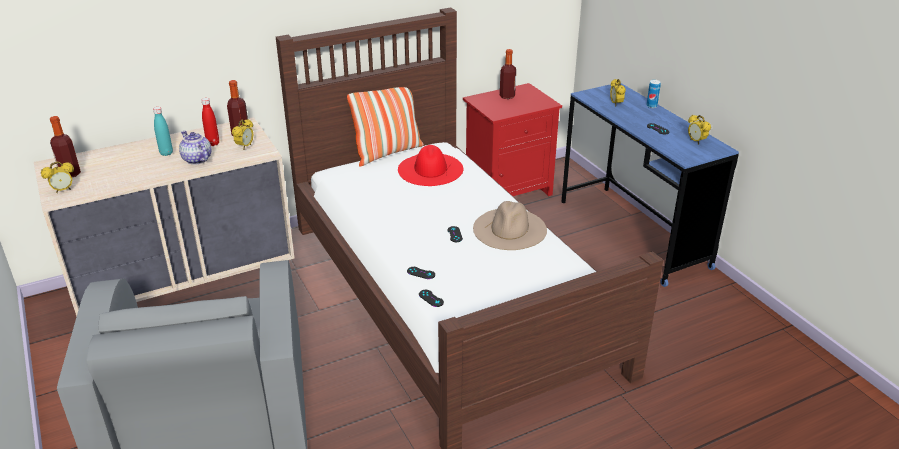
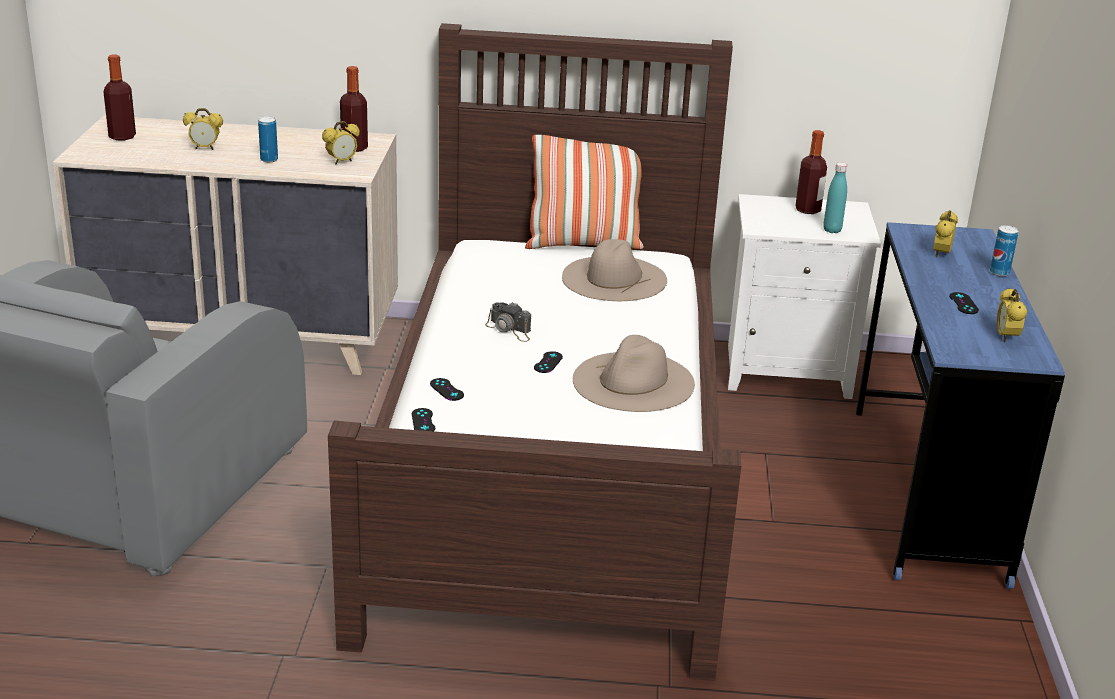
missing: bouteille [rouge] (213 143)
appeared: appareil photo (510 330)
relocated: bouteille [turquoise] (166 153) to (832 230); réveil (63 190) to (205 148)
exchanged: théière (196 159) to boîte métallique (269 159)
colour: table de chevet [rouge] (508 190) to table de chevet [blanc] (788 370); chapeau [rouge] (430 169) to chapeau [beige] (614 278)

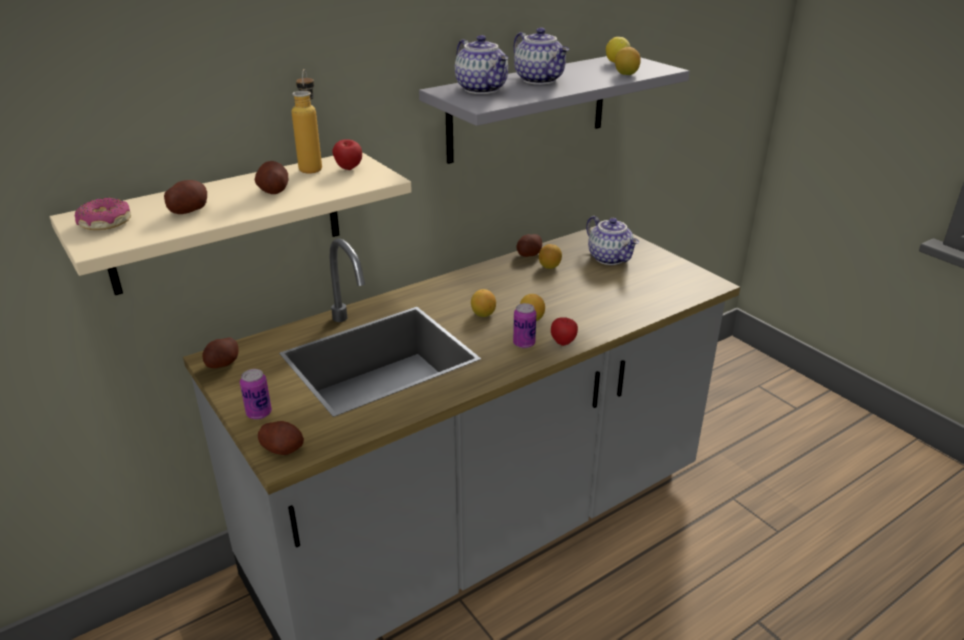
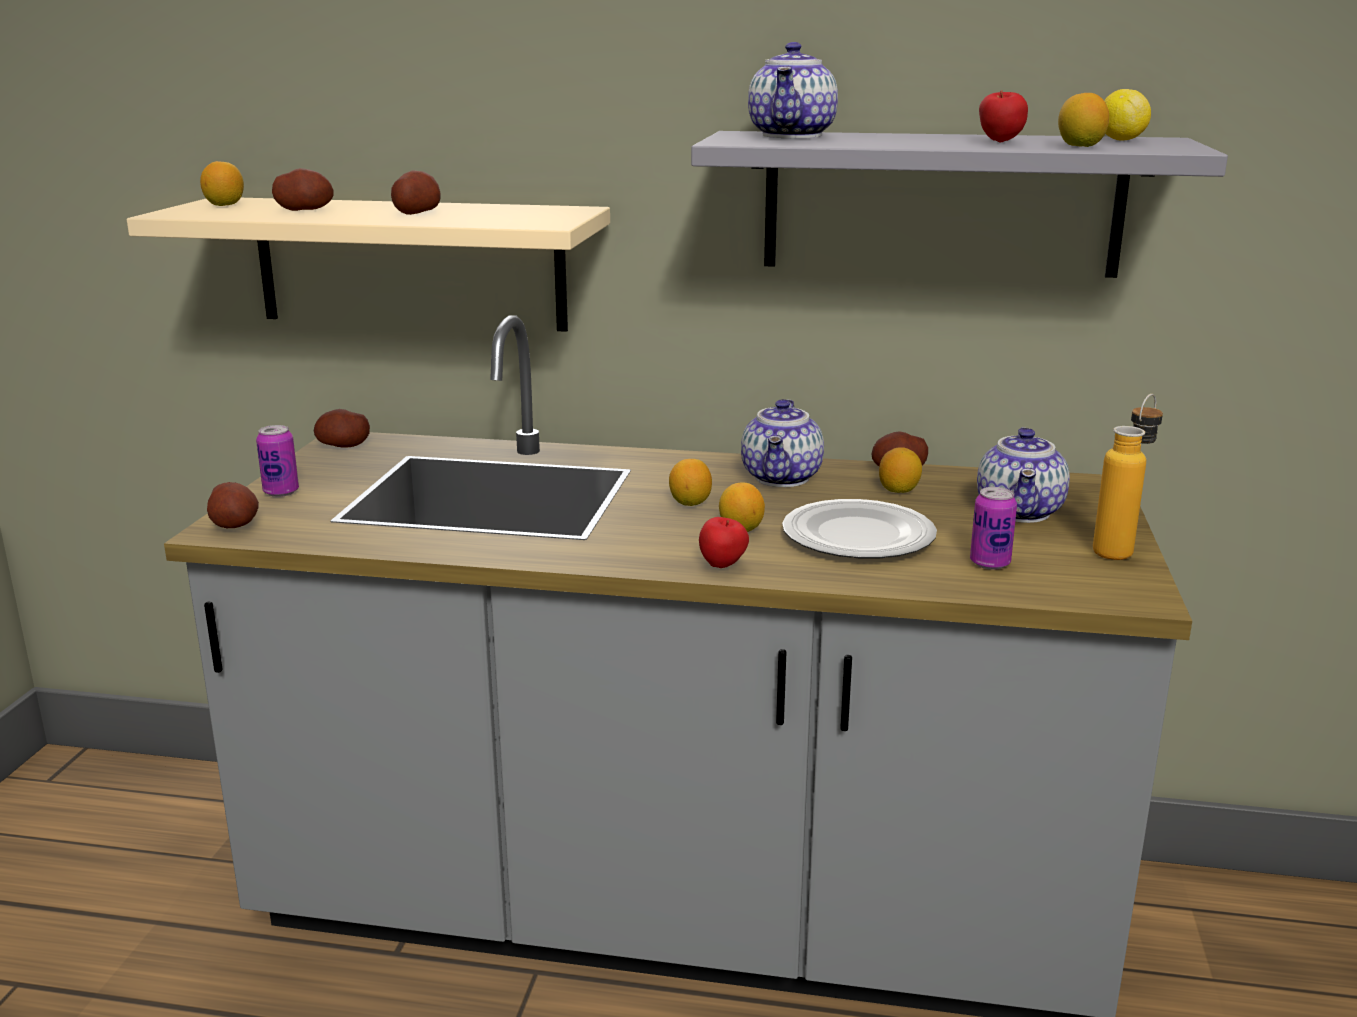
appeared: assiette (856 536)
relocated: théière (540 80) to (783 478); bouteille (312 166) to (1120 549); pomme (349 169) to (1000 142); boîte métallique (524 343) to (990 563)
exchanged: beignet (105 223) to citron (224 205)

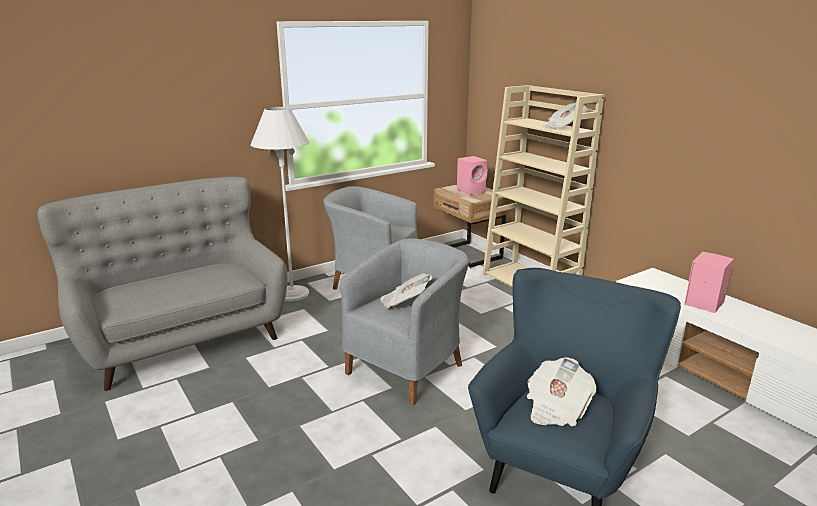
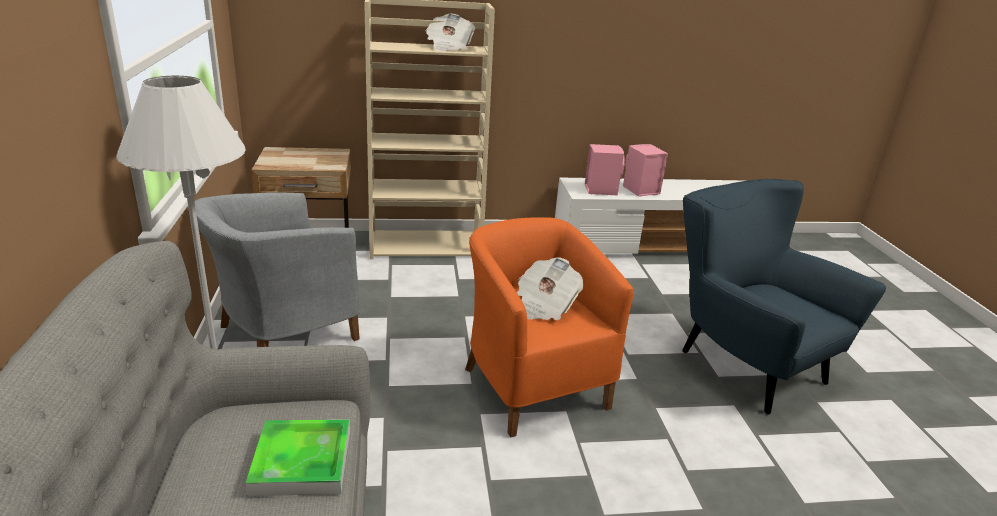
missing: journal (556 408)
appeared: plateau (302 462)
relocated: enceinte [rose] (472 191) to (601 189)
colour: fauteuil [gris] (408 367) to fauteuil [orange] (532 384)

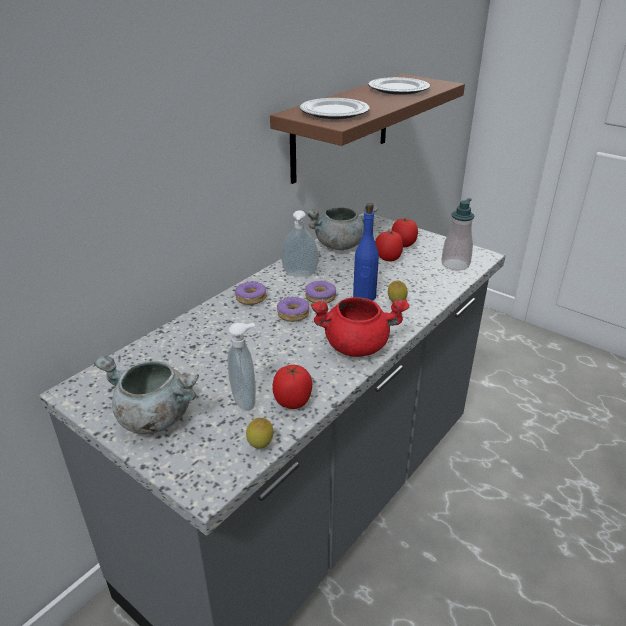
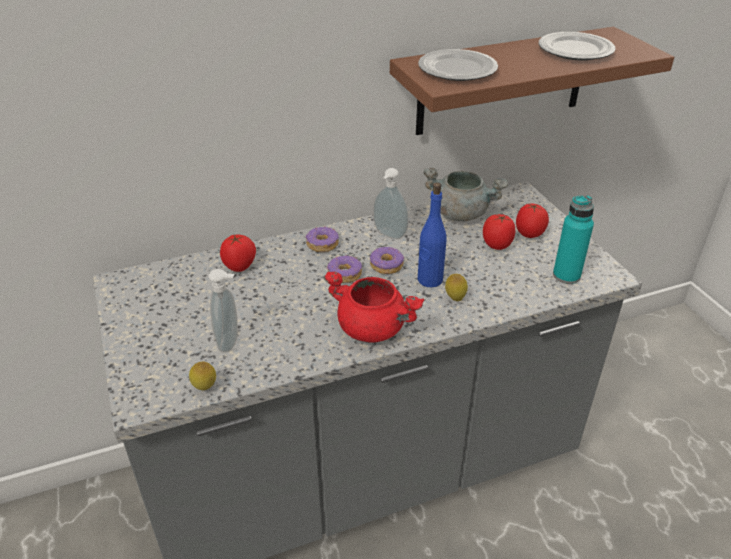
missing: marmite [gris] (153 417)
relocated: tomate (293 401) to (240 266)
exchanged: distributeur de savon (455 264) to bouteille [turquoise] (566 276)

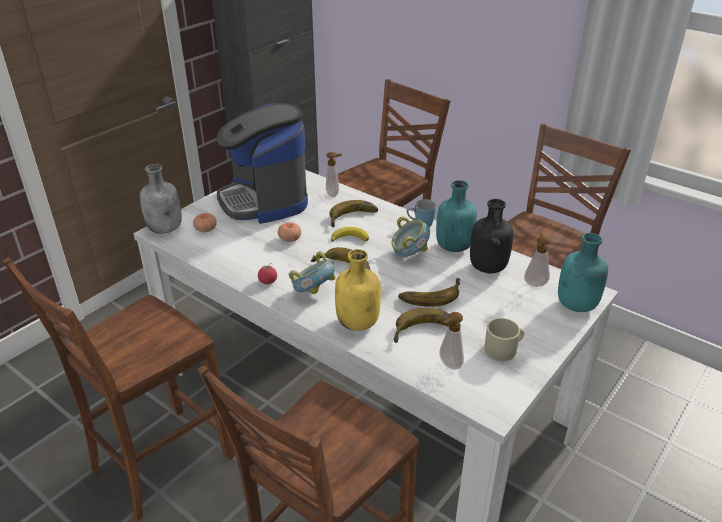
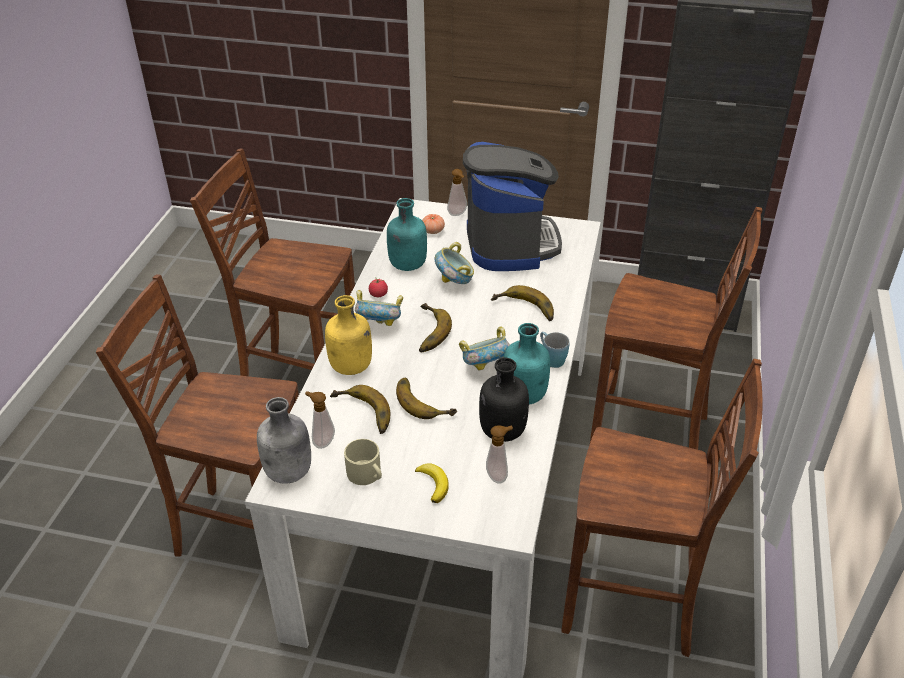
relocated: distributeur de savon (334 194) to (458 214); bouteille [gris] (166 229) to (289 472); banane (349 237) to (433 484); bouteille [turquoise] (577 305) to (407 265)
exchanged: tomate (290 239) to bol (454 282)
spun: machine à café (264 200) = (510 243) 135 degrees clockwise

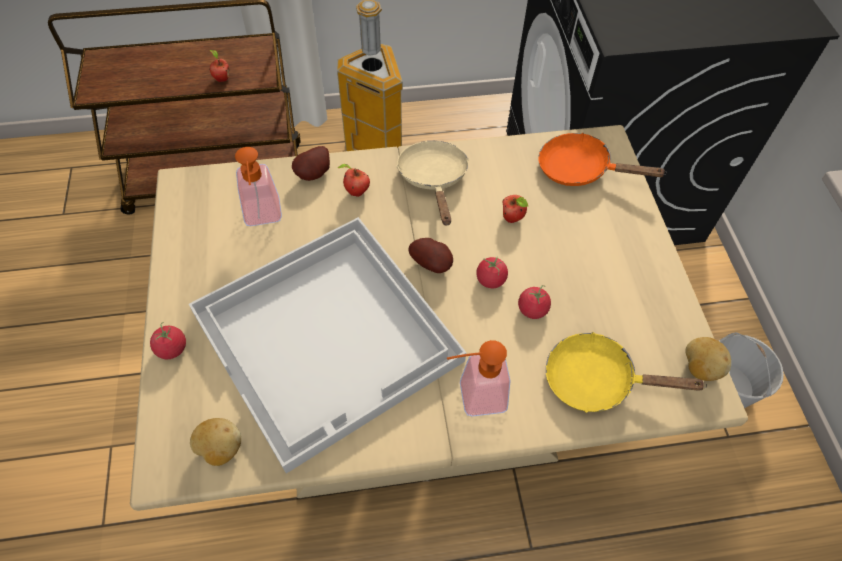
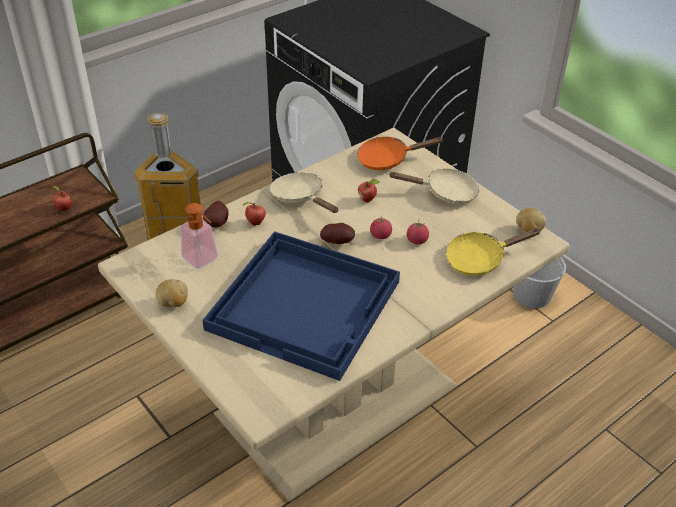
missing: tomate (172 348); distributeur de savon (473 397)
appeared: poêle [beige] (445 193)
relocated: pomme de terre (220 448) to (173 303)
colour: plateau [blanc] (329 337) to plateau [bleu] (306 304)

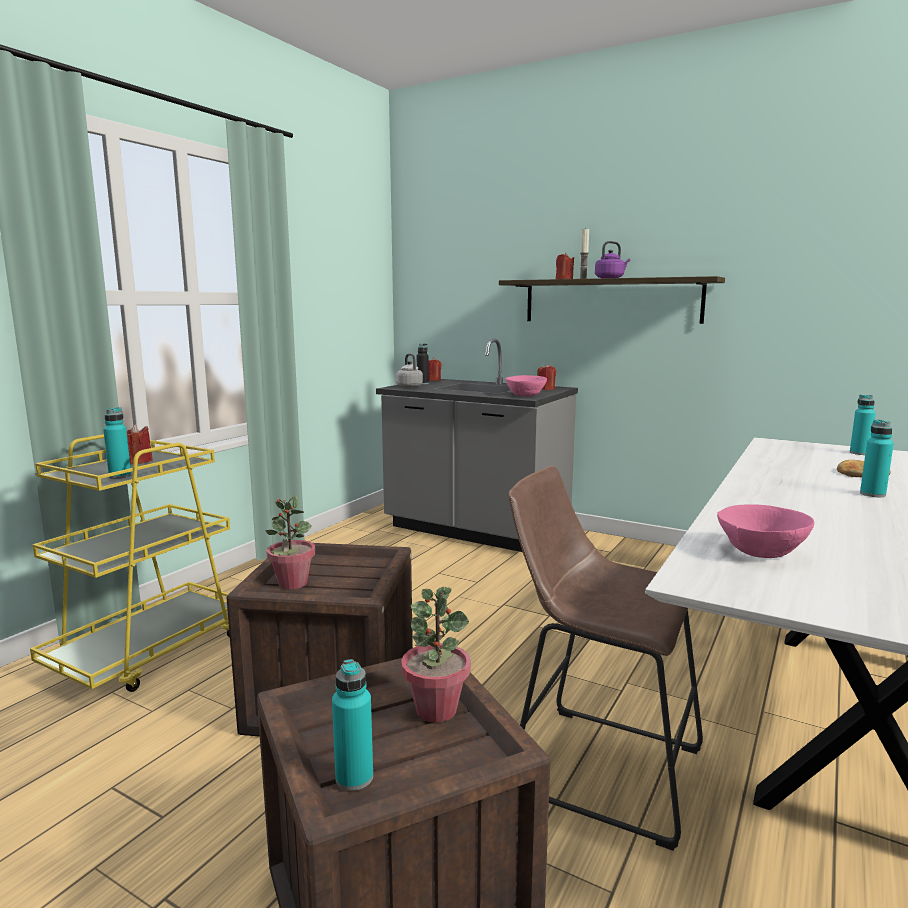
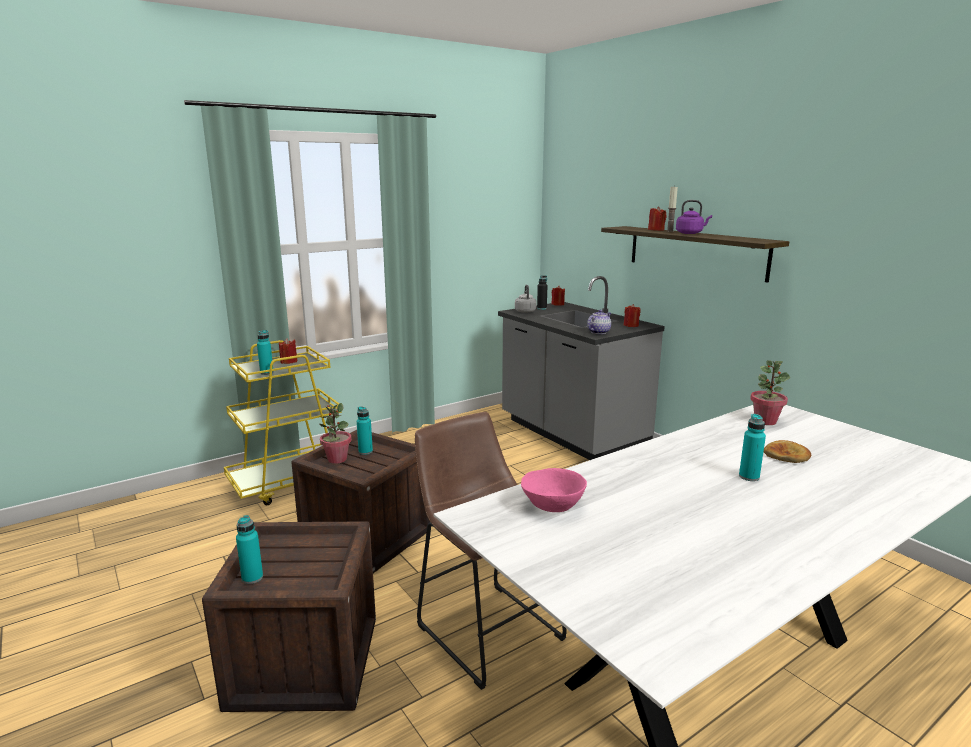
relocated: bouteille [turquoise] (859 453) to (365 451); plante en pot (436 709) to (765 421)
exchanged: bol [rose] (525 395) to théière (598 332)

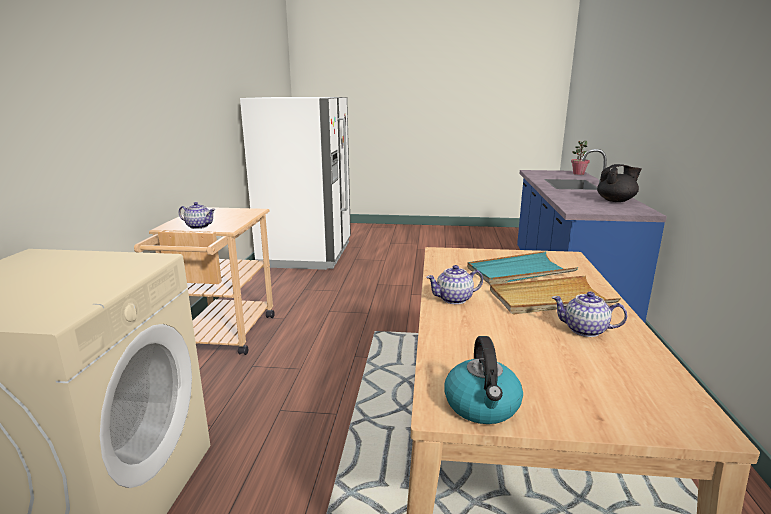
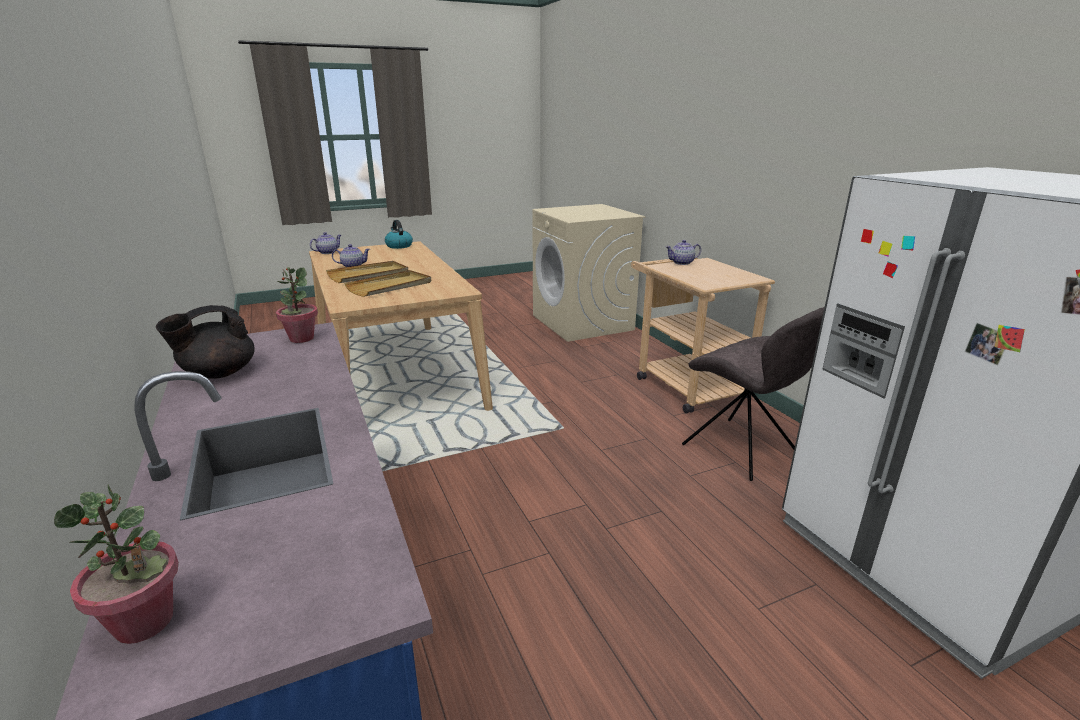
appeared: plante en pot (301 338); chaise [gris] (743 450)
relocated: théière (454 299) to (327 252)
colour: plateau [turquoise] (519 272) to plateau [beige] (390 286)

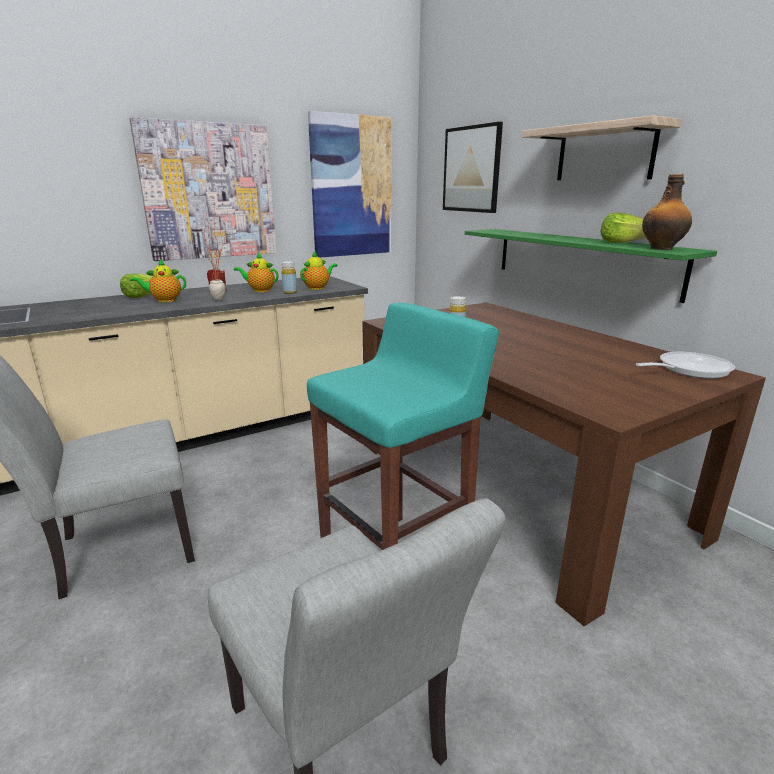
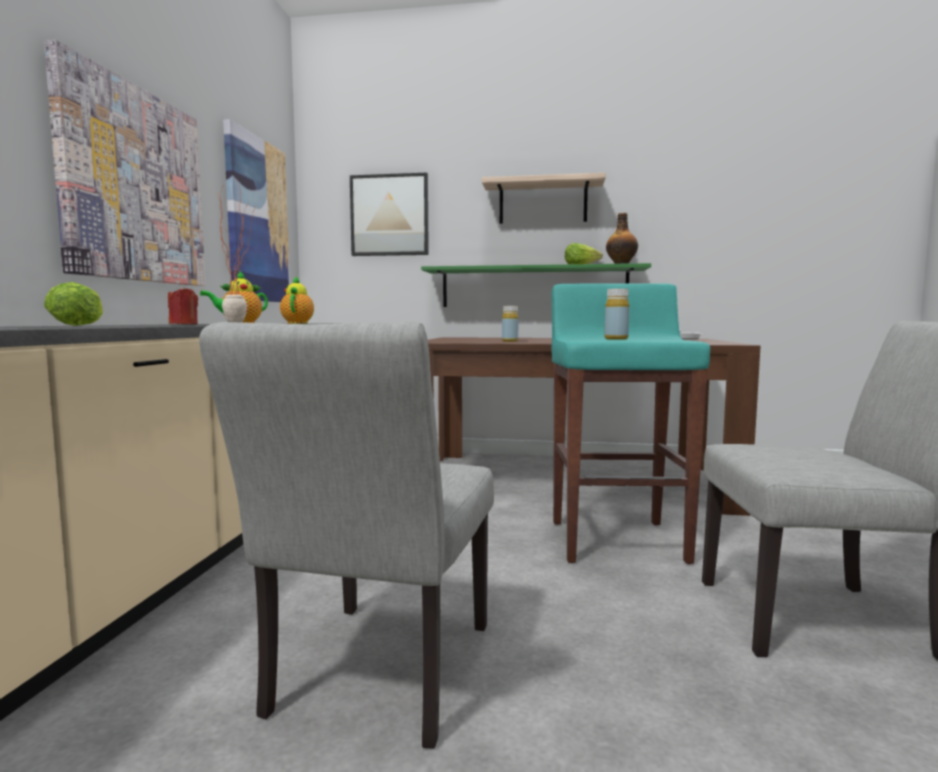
missing: théière (164 300)
relocated: bouteille [jaune] (290 292) to (616 339)

